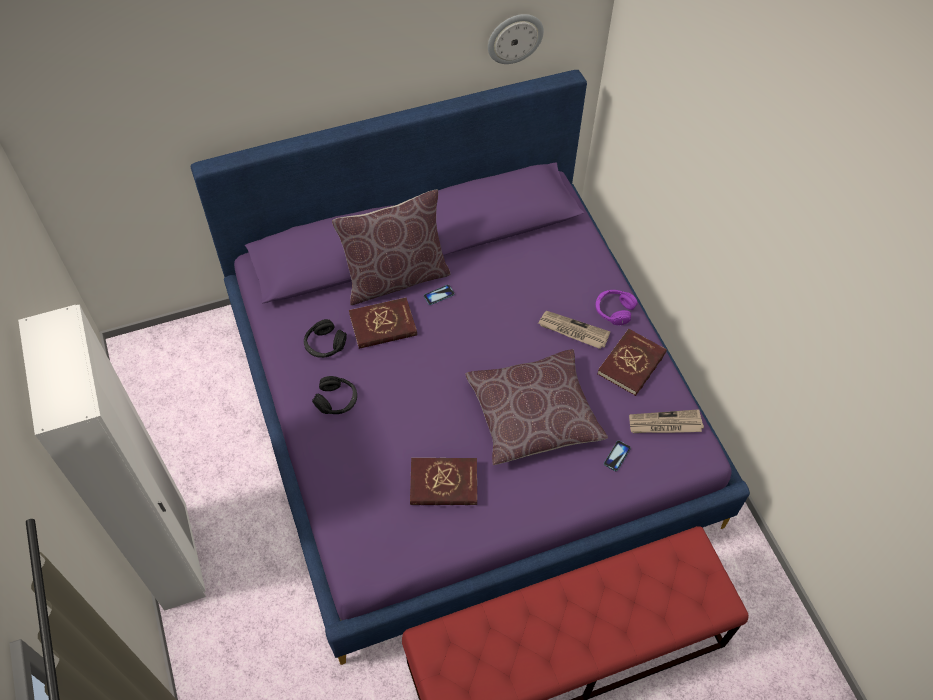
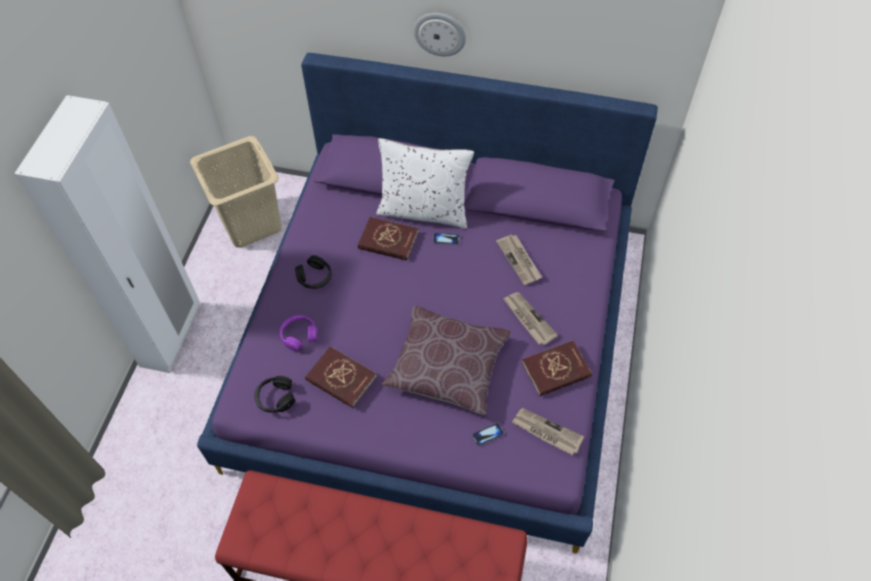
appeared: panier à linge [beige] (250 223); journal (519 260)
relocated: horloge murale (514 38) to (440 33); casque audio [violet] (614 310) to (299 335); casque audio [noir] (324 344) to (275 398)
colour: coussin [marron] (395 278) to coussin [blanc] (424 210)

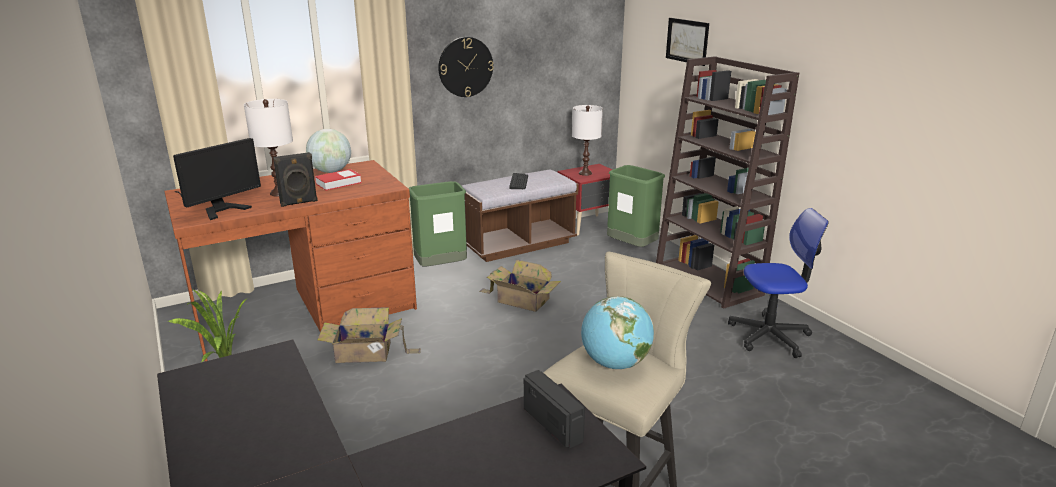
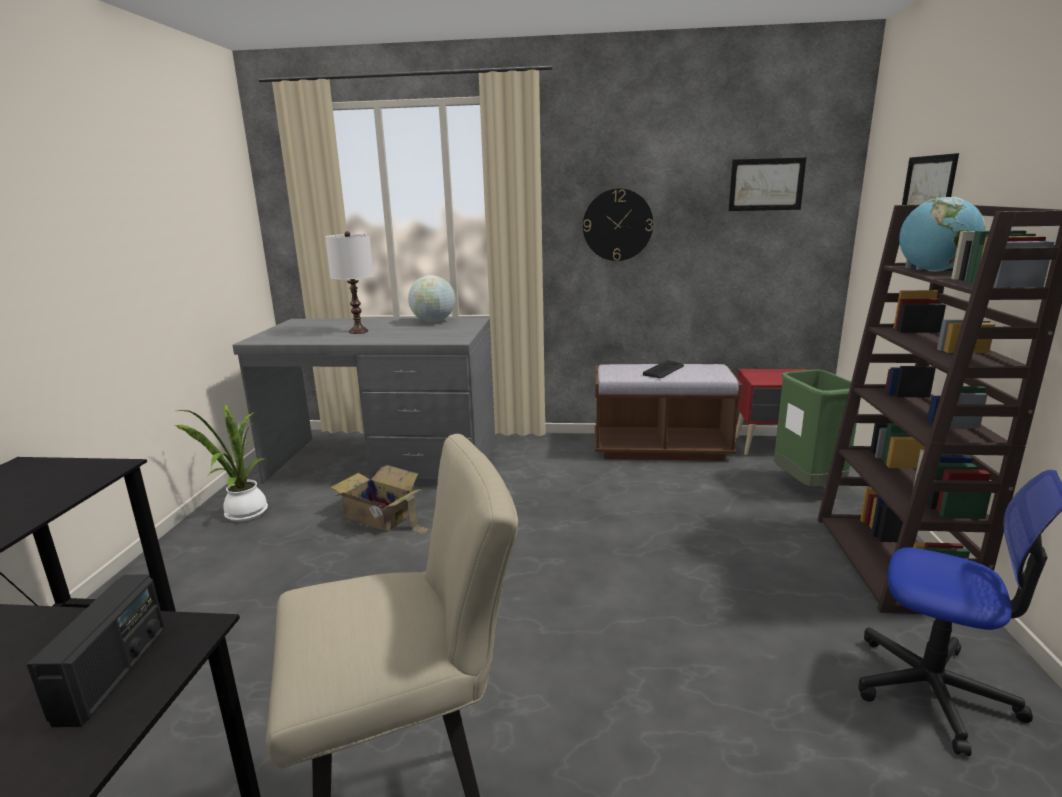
missing: lampe de table [blanc] (585 173); écran d'ordinateur (217 207); enceinte [noir] (299 203); livre (338 183); poubelle [vert] (441 268); carton (521 300)
appeared: tableau (766 184)
relocated: globe (615 364) to (933 271)
colour: bureau [marron] (306 311) to bureau [gris] (385 462)

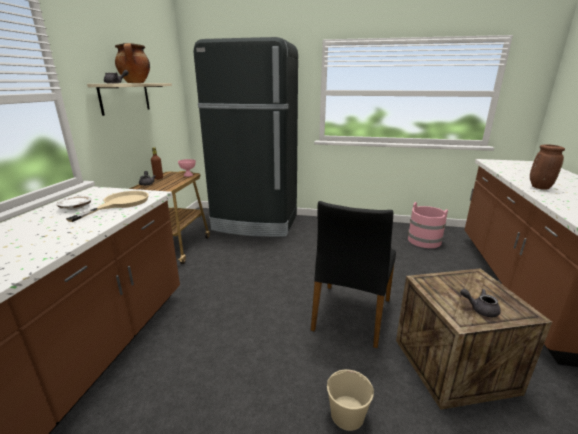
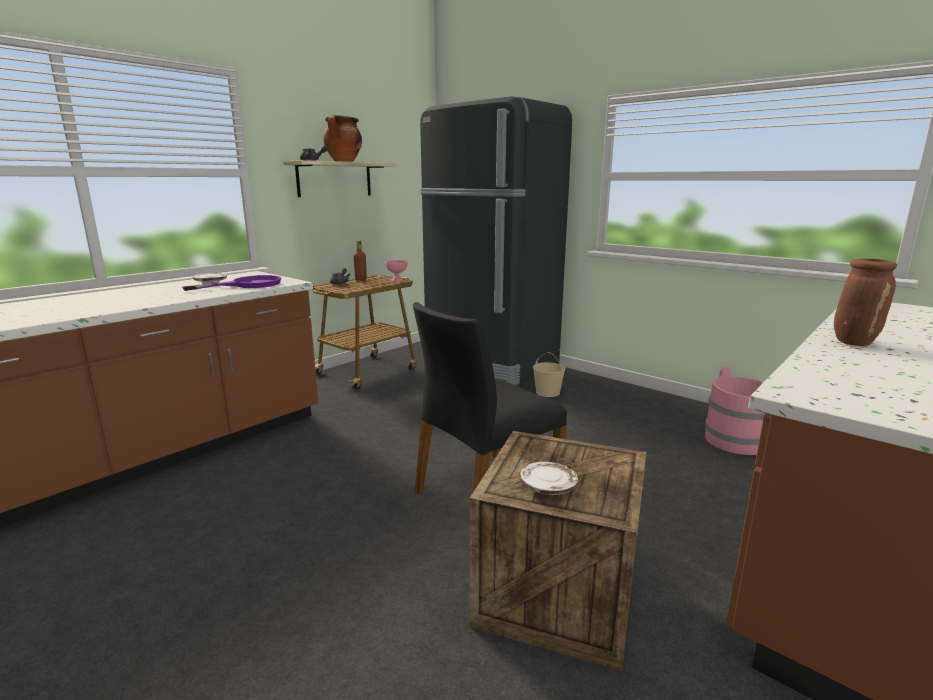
relocated: seau [beige] (346 414) to (547 392)
exchanged: théière [gris] (480 309) to assiette [blanc] (548 487)
colour: poêle [beige] (120 204) to poêle [violet] (248 285)

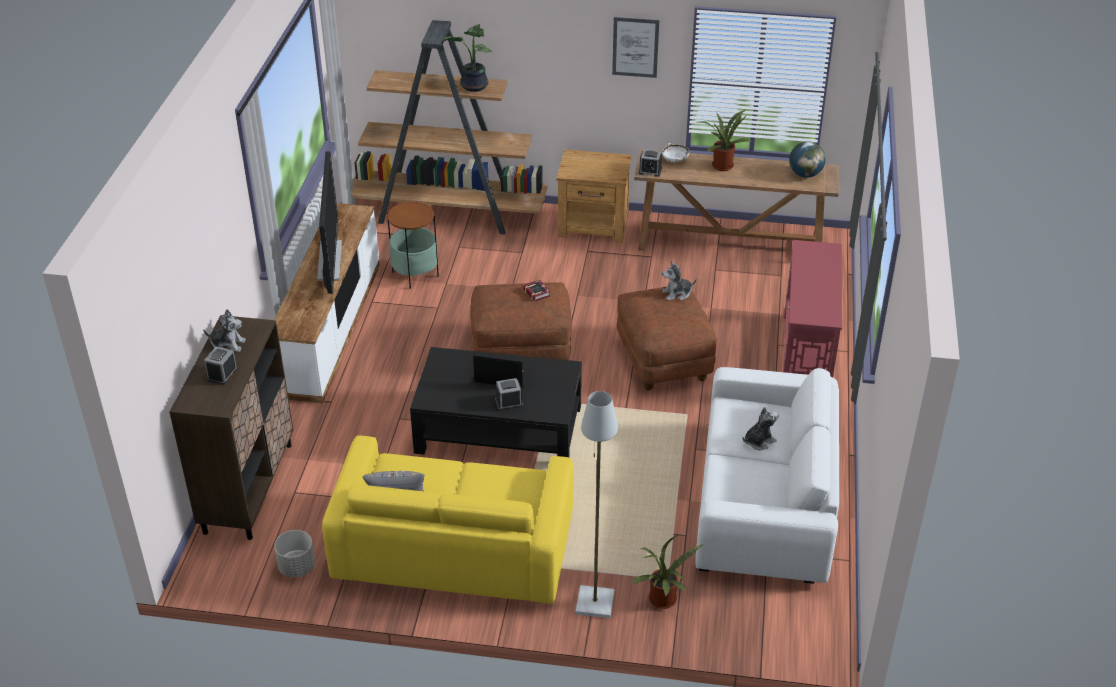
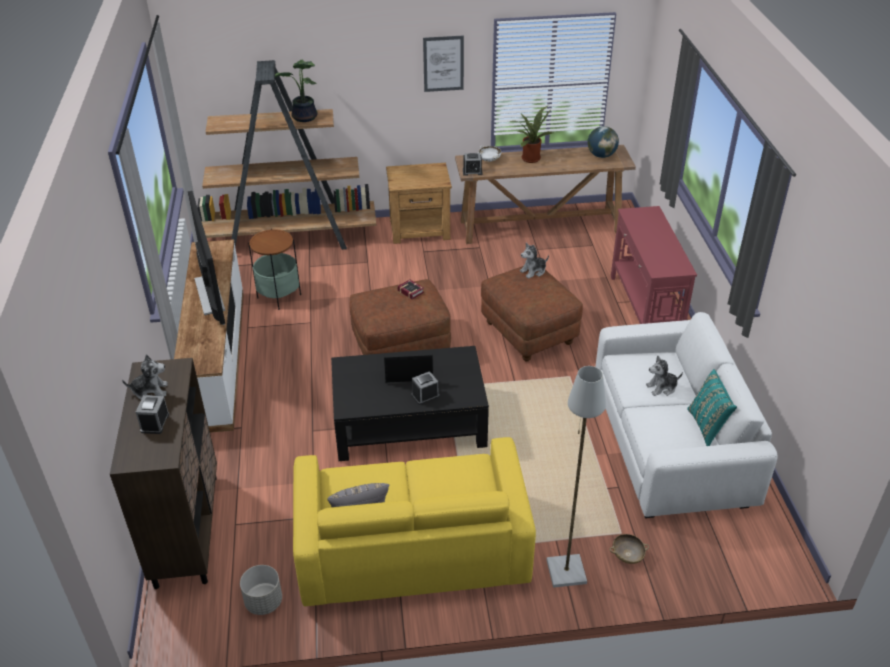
appeared: coussin [turquoise] (707 426)
exchanged: plante en pot (663 602) to bol [beige] (627 556)
spun: peluche (758 441) = (662 388) 150 degrees counterclockwise

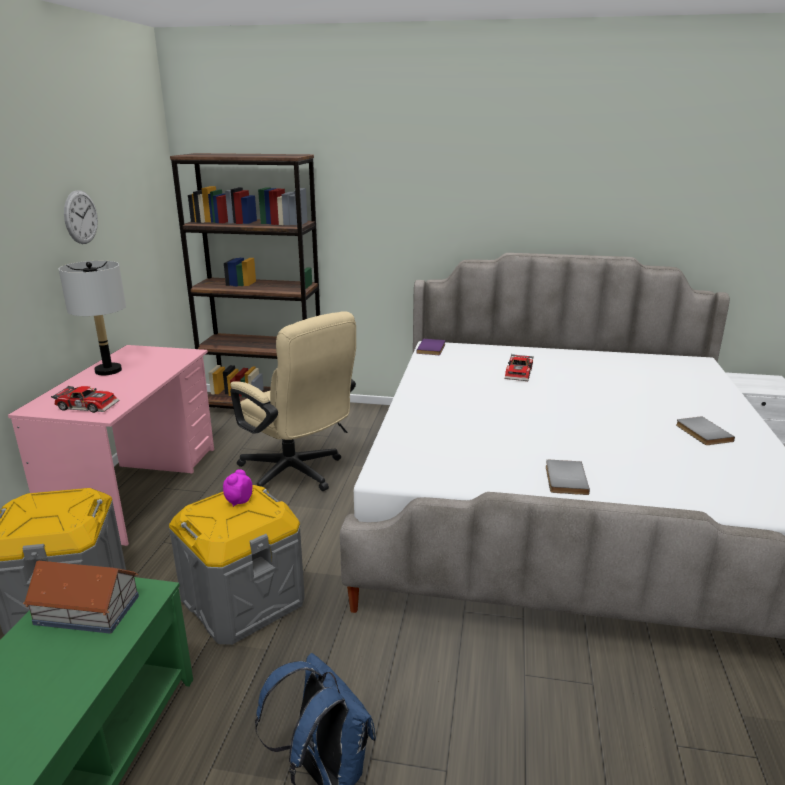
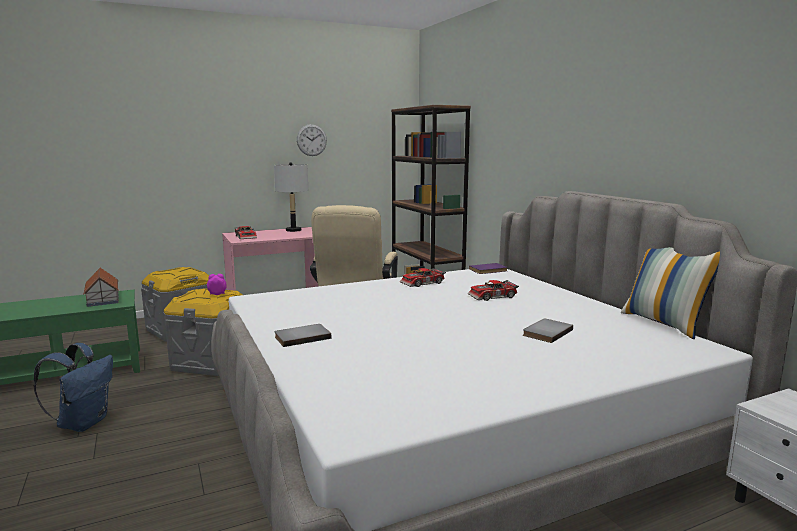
appeared: coussin (665 323); petite voiture (423 283)
relocated: livre [gris] (701 433) to (546 332)

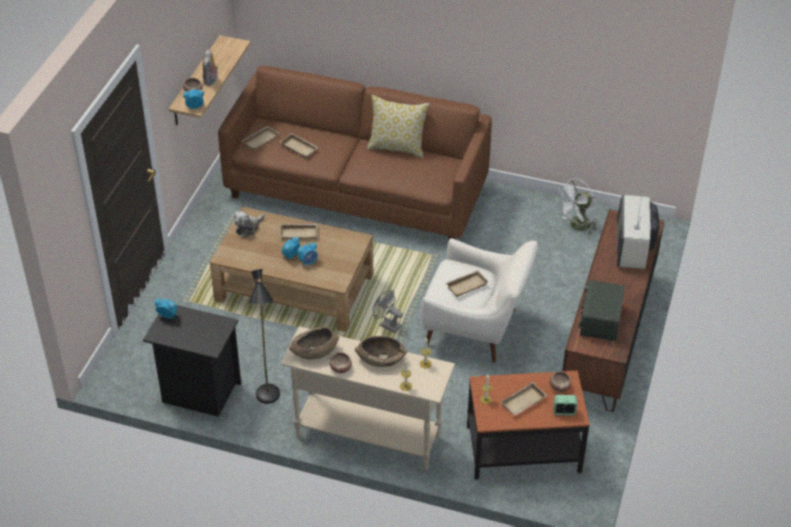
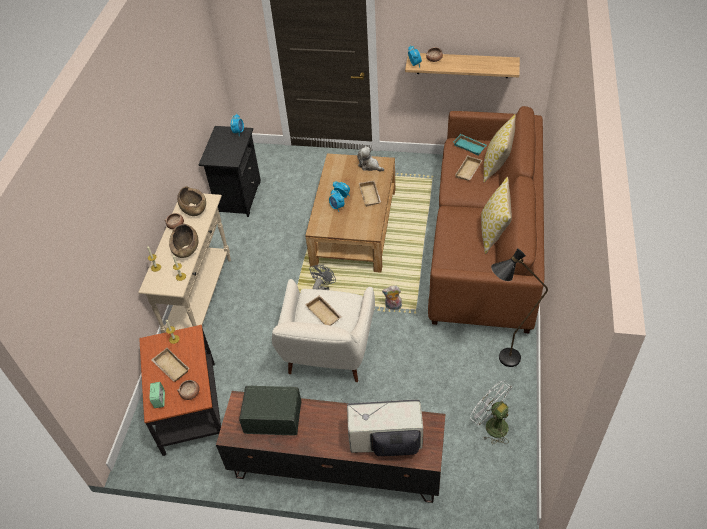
appeared: coussin (496 167)
relocated: peluche (211 81) to (393 307); lampadaire [noir] (269 401) to (502 360)
colour: plateau [beige] (260 140) to plateau [turquoise] (470 146)

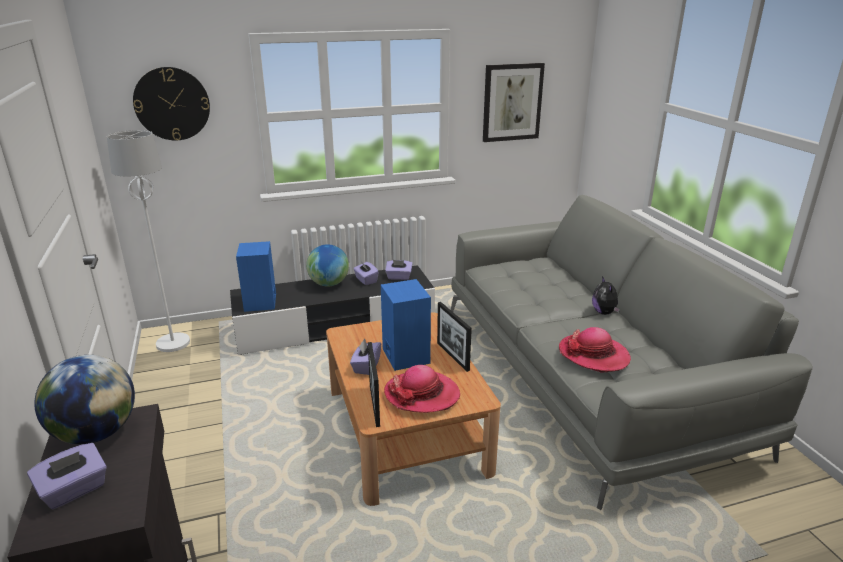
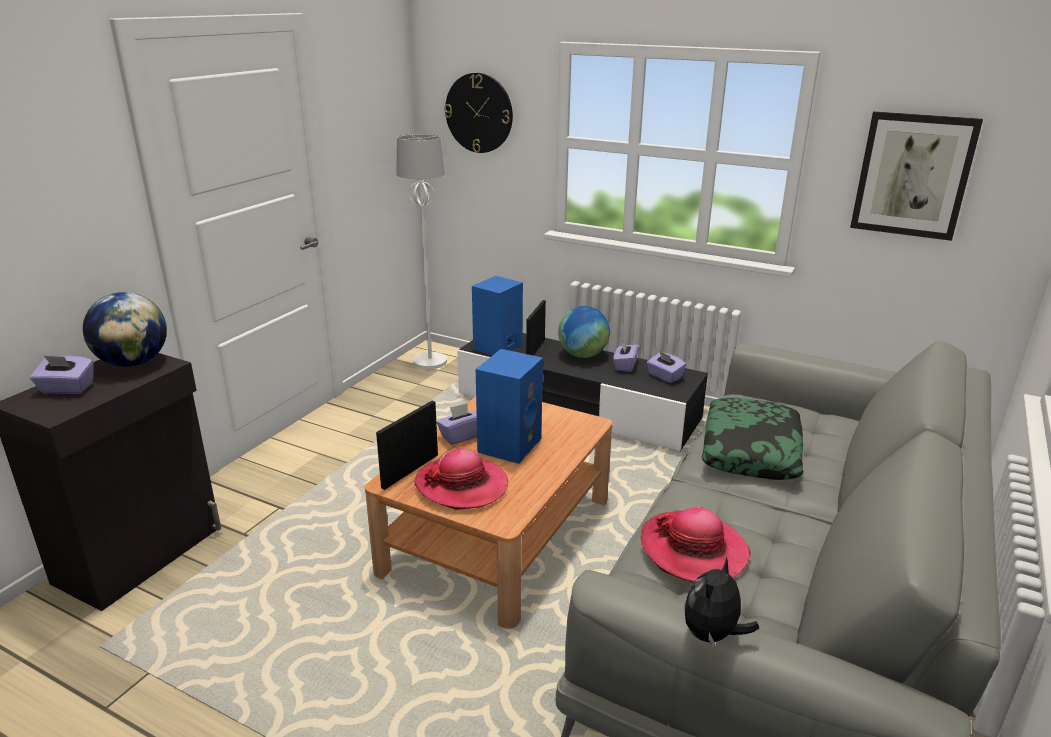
appeared: coussin (751 450)
relocated: peluche (604 312) to (712 635); cadre photo (452 356) to (535 350)

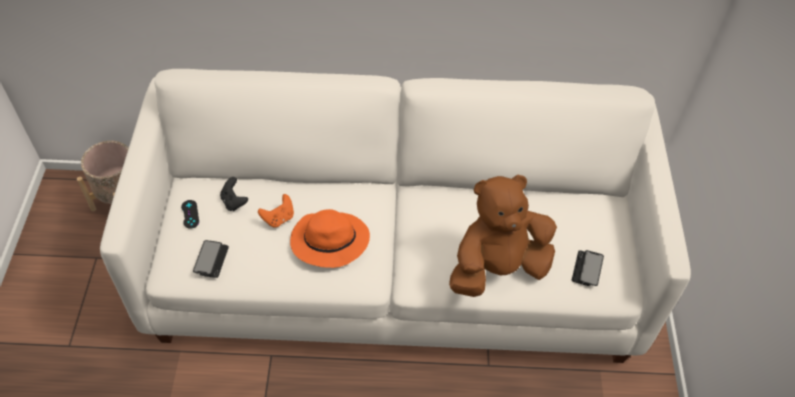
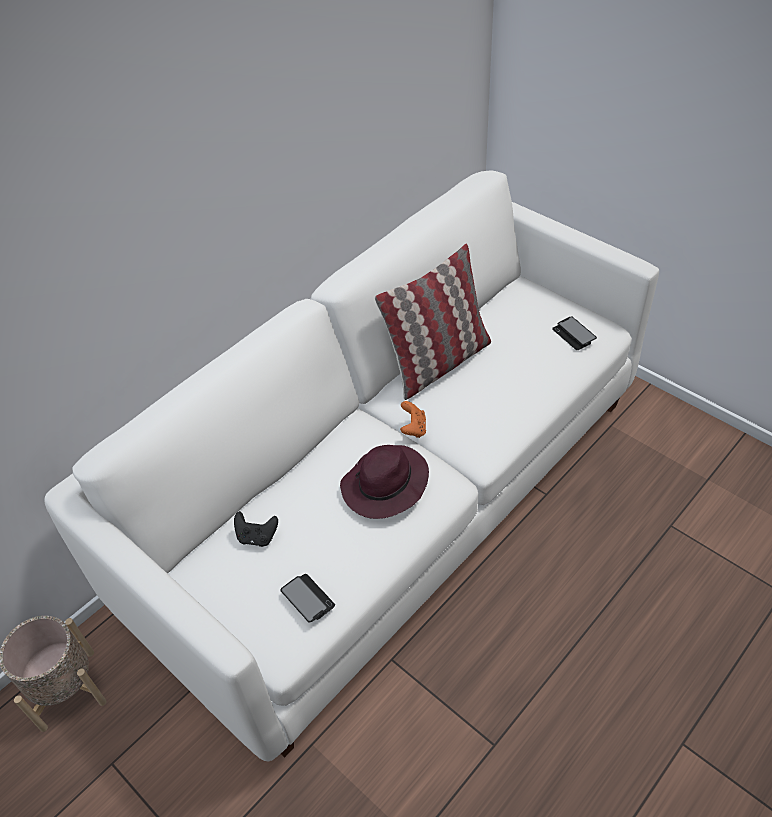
missing: peluche [marron] (497 268); manette [noir] (190 214)
appeared: coussin (438 363)
relocated: manette [orange] (278 218) to (413 429)
colour: chapeau [orange] (328 242) to chapeau [violet] (385 486)

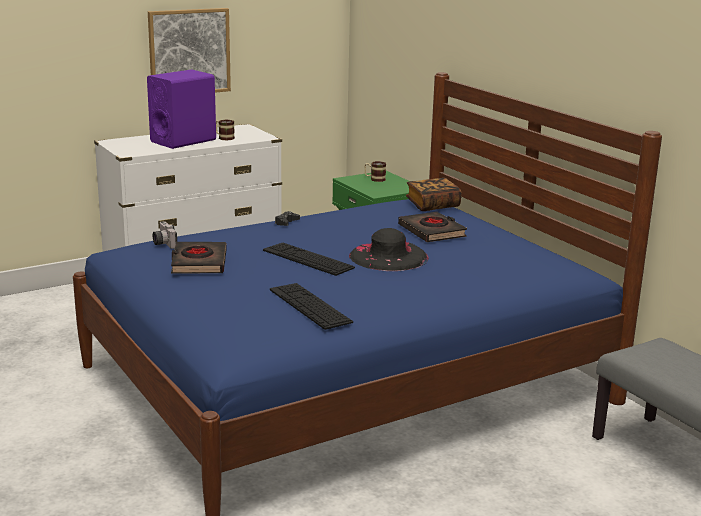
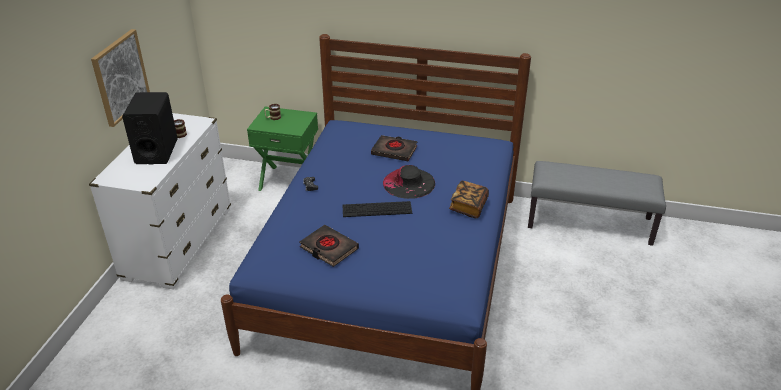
missing: appareil photo (163 243); clavier (309 306)
relocated: livre (432 205) to (468 207)
colour: enceinte [violet] (183 141) to enceinte [noir] (156 151)

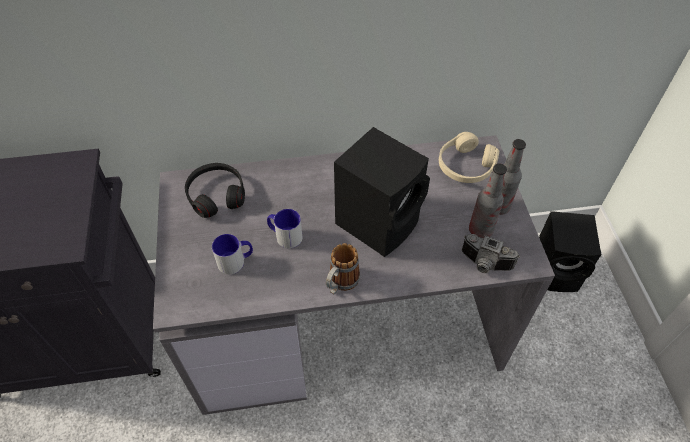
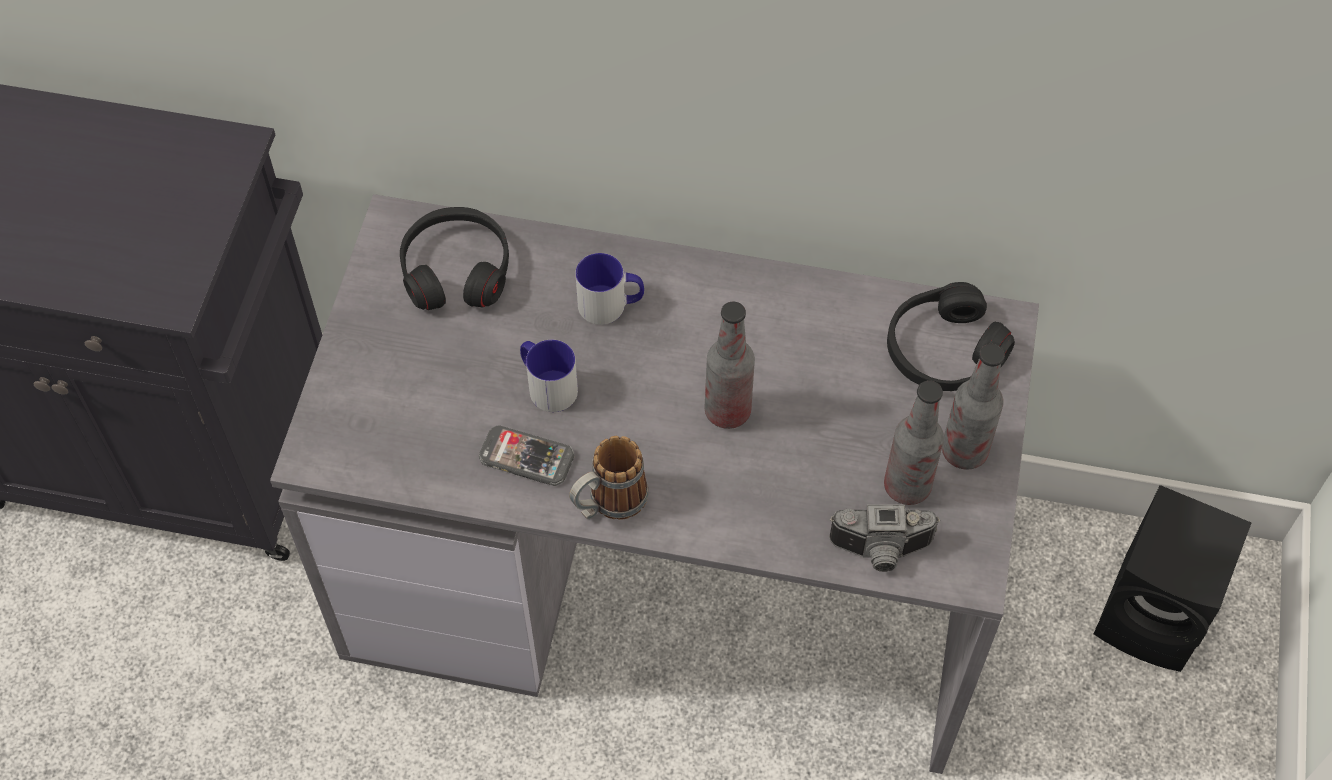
appeared: téléphone (526 457)
relocated: mug (236 261) to (611 305)
exchanged: enceinte [noir] (379 221) to bouteille (727 411)
colour: casque audio [beige] (465 166) to casque audio [noir] (943 350)
spun: appareil photo (484 265) = (881 553) 45 degrees counterclockwise

